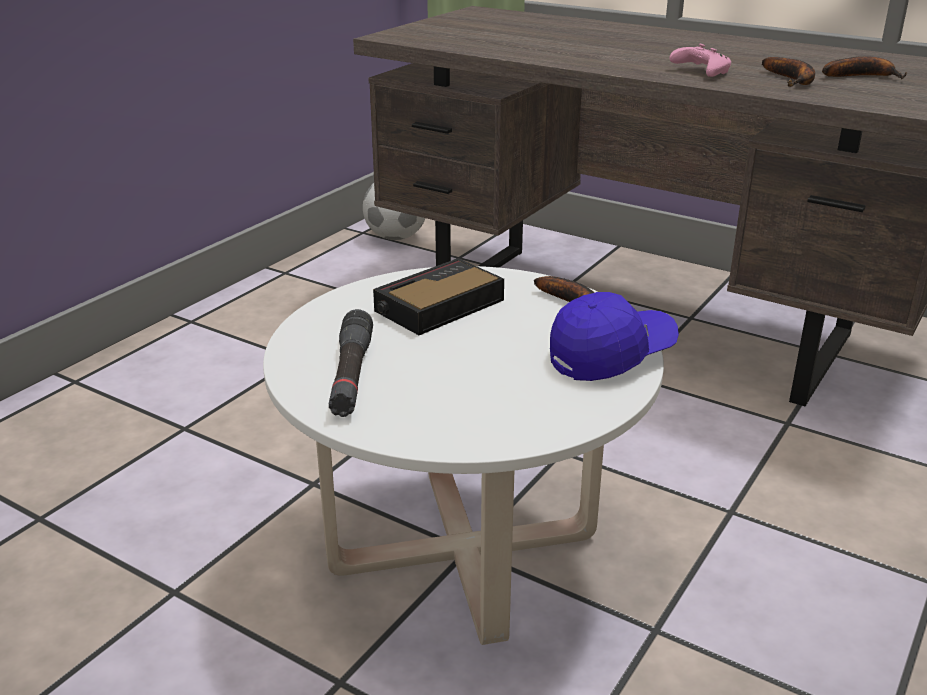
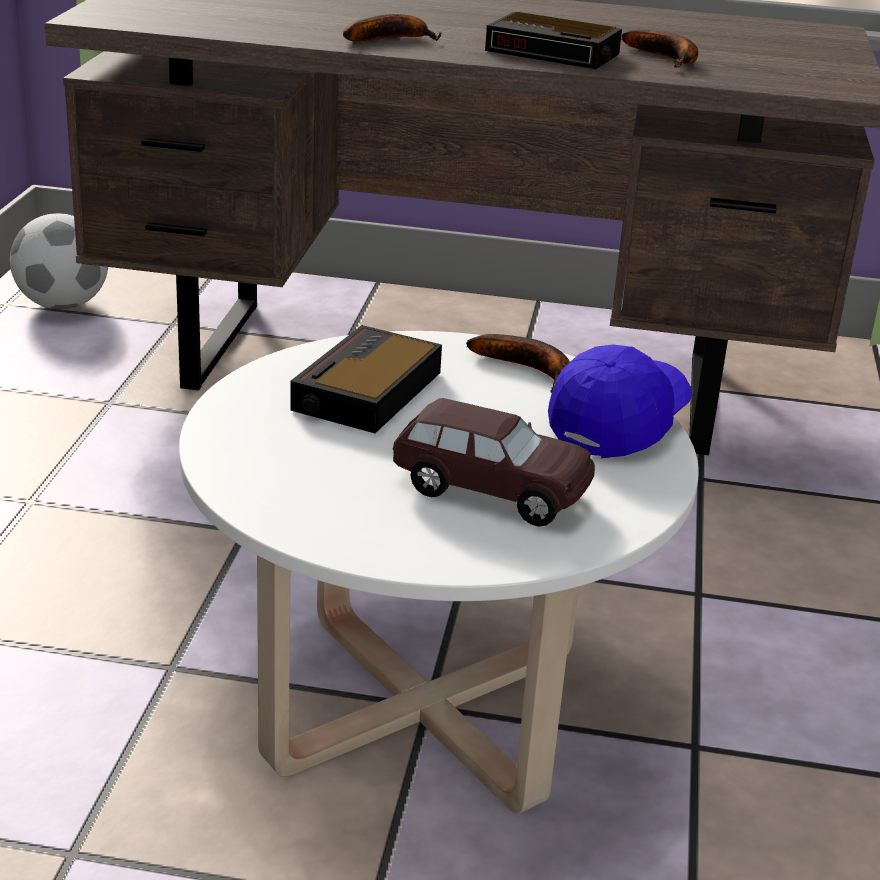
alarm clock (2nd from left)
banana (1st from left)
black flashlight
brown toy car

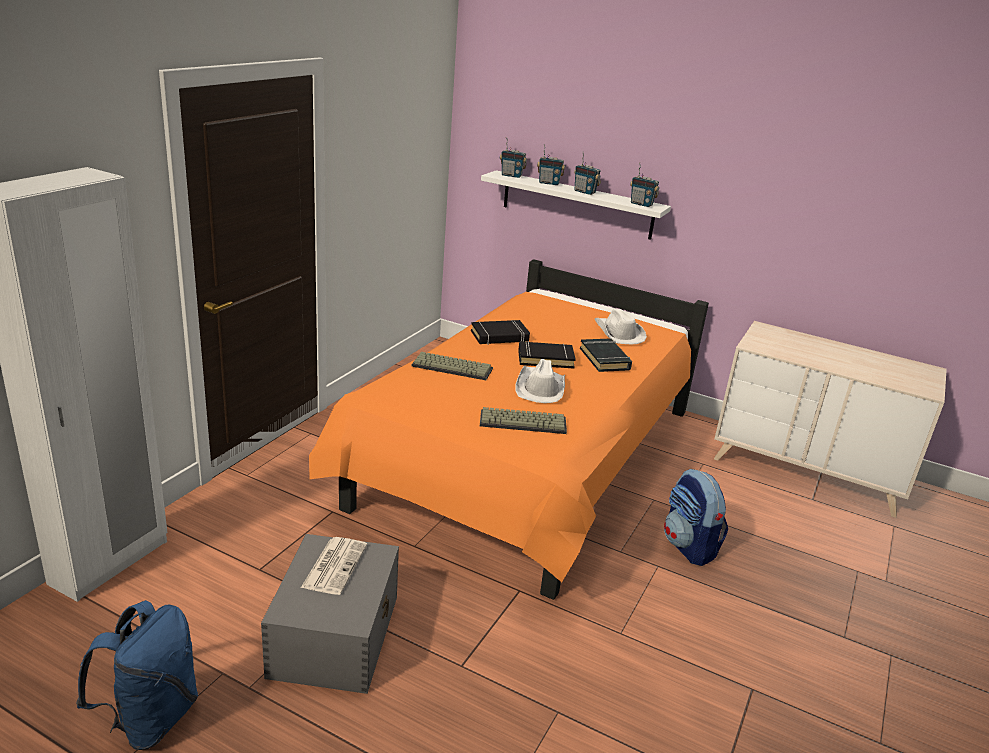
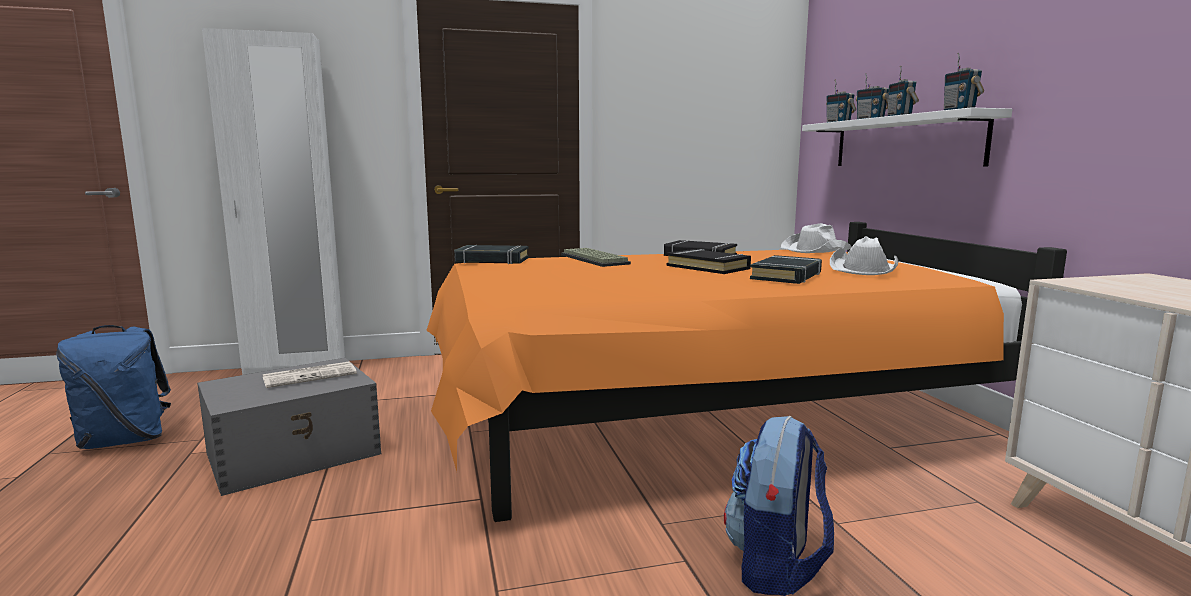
white hat (1st from left)
keyboard (2nd from left in the first image)
black book (1st from left)

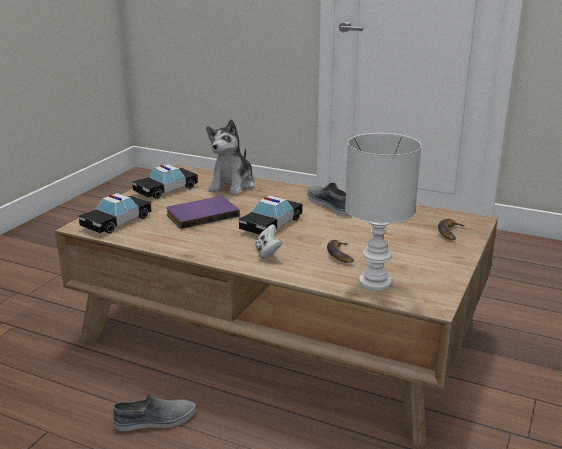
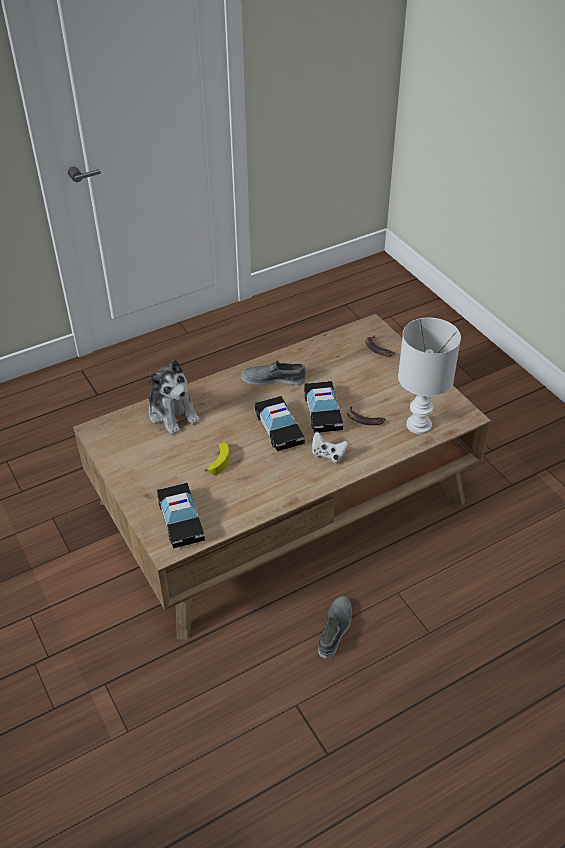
toy car (3rd from left)
banana (1st from left)

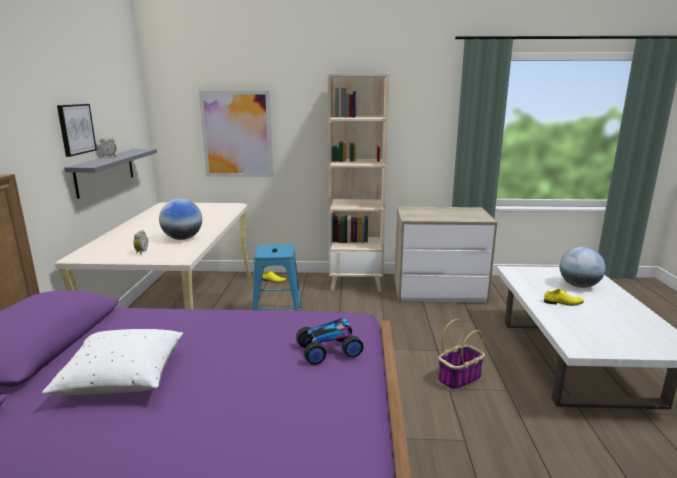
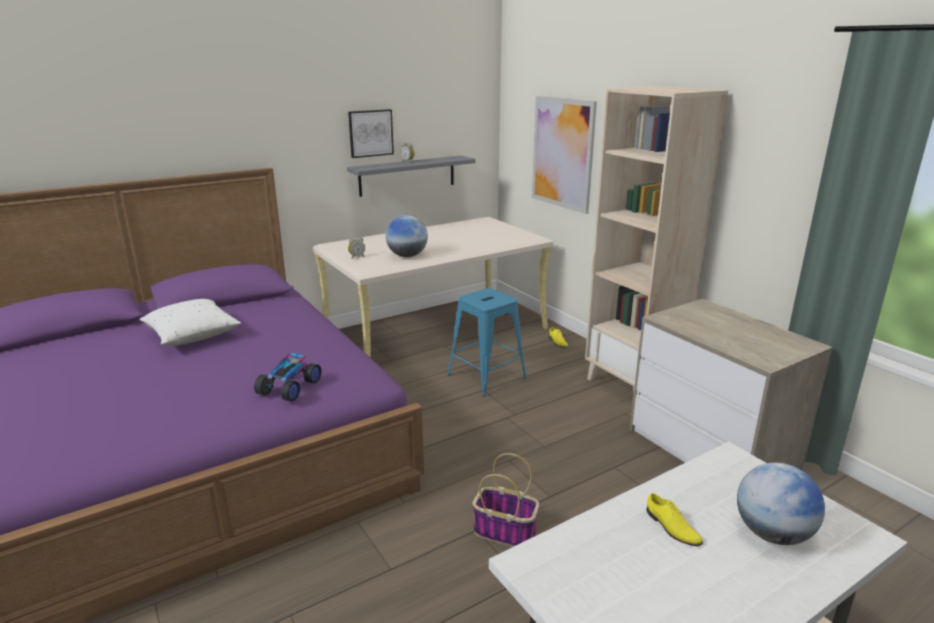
toy car

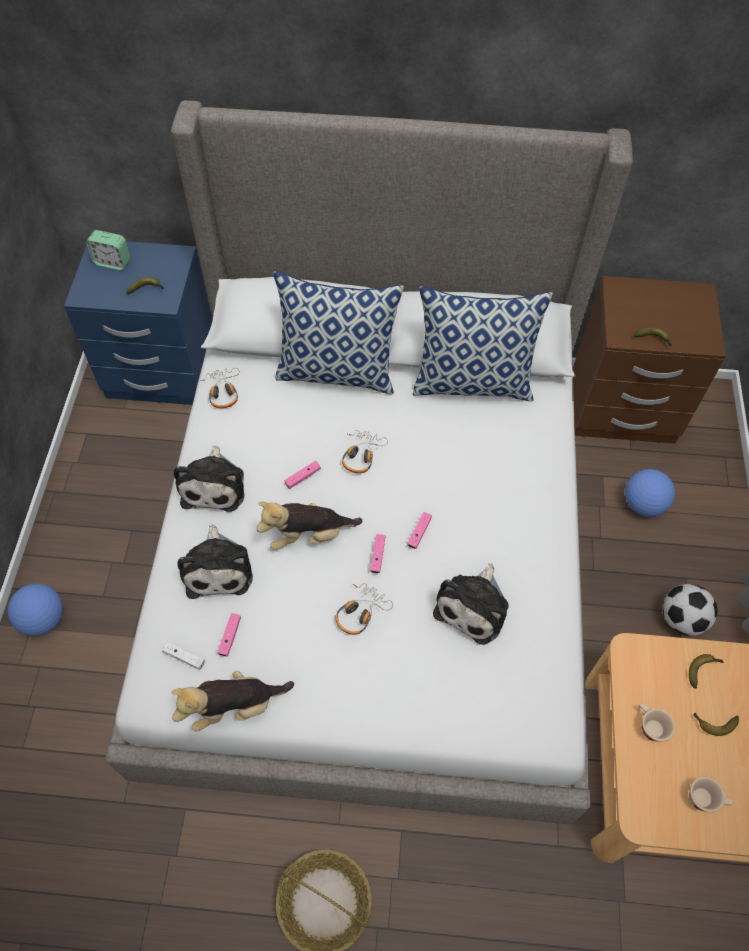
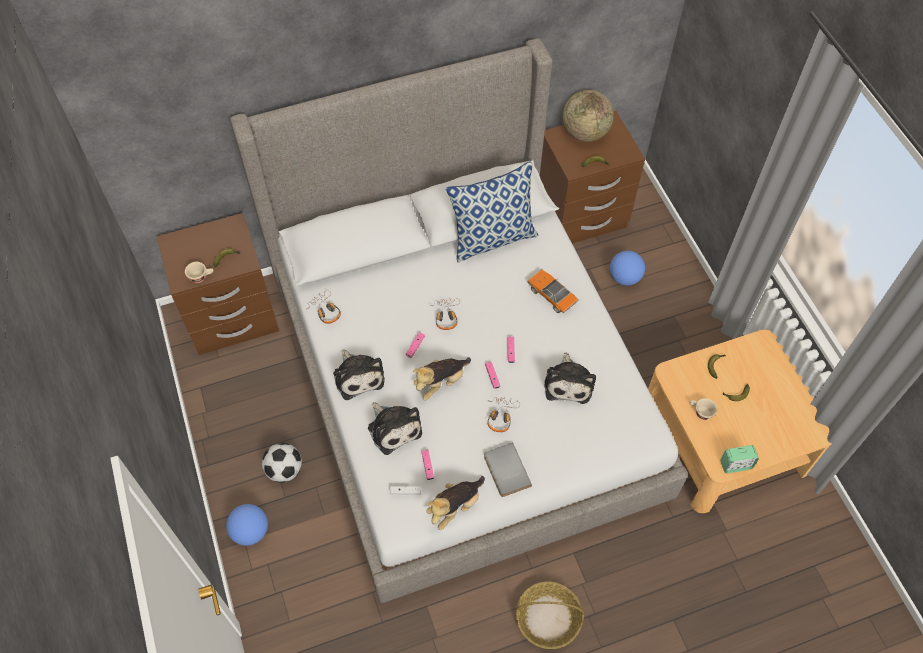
alarm clock
brown nightstand (1st from left)
pillow (1st from left in the first image)
football (2nd from left)
beige cup (1st from left)
globe
toy car
grey book

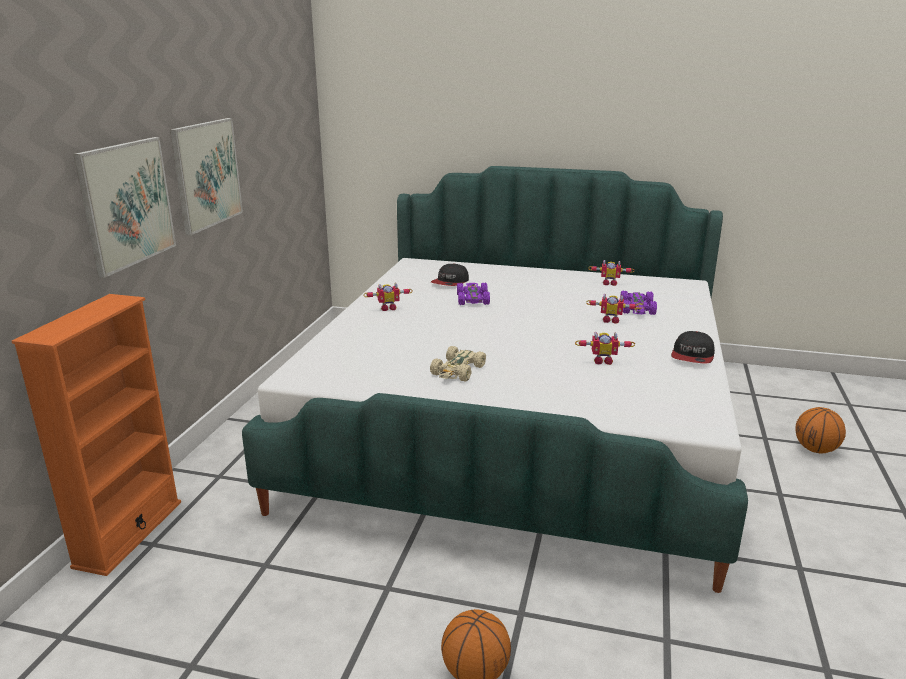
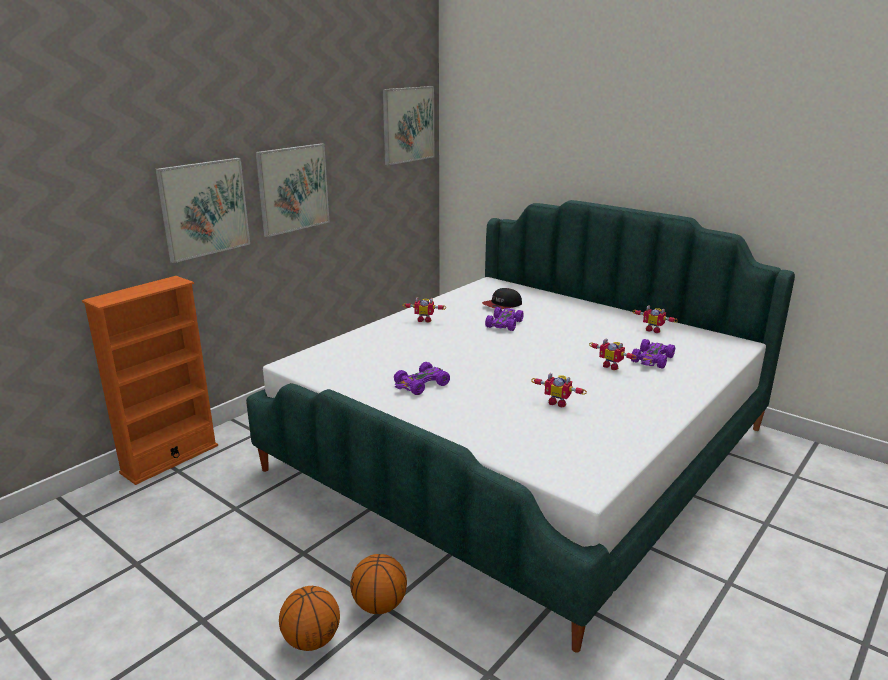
cap (2nd from left in the first image)
purple toy car (1st from left)
basketball (2nd from left)
picture (3rd from left)

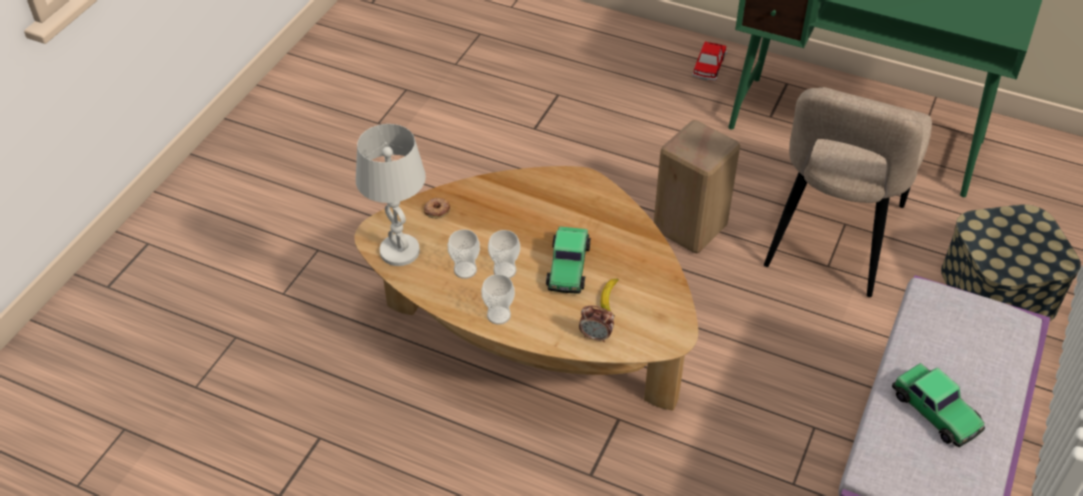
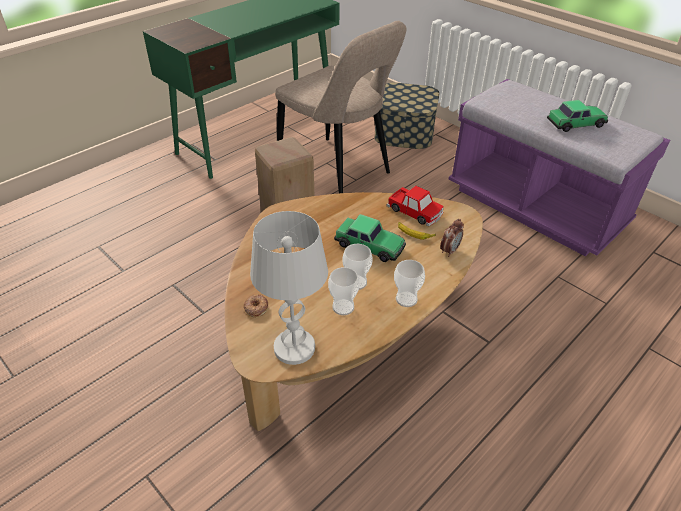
toy car (2nd from left)

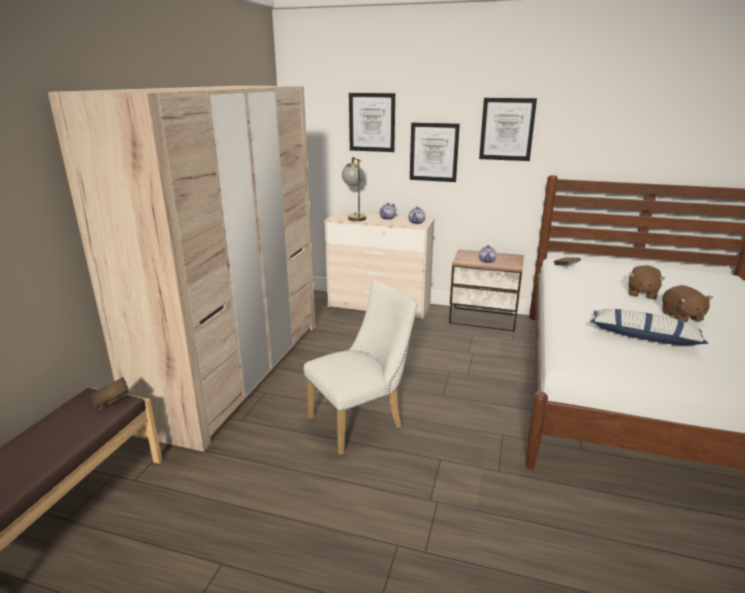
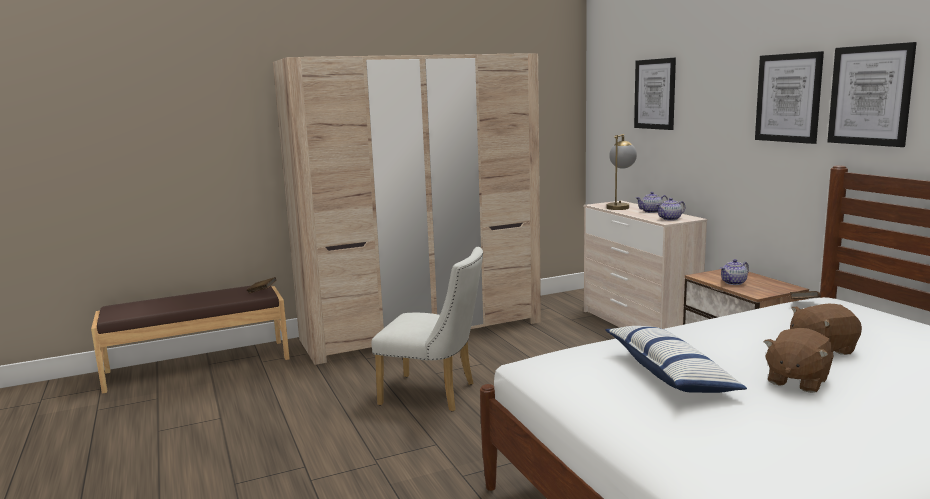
picture (3rd from left)

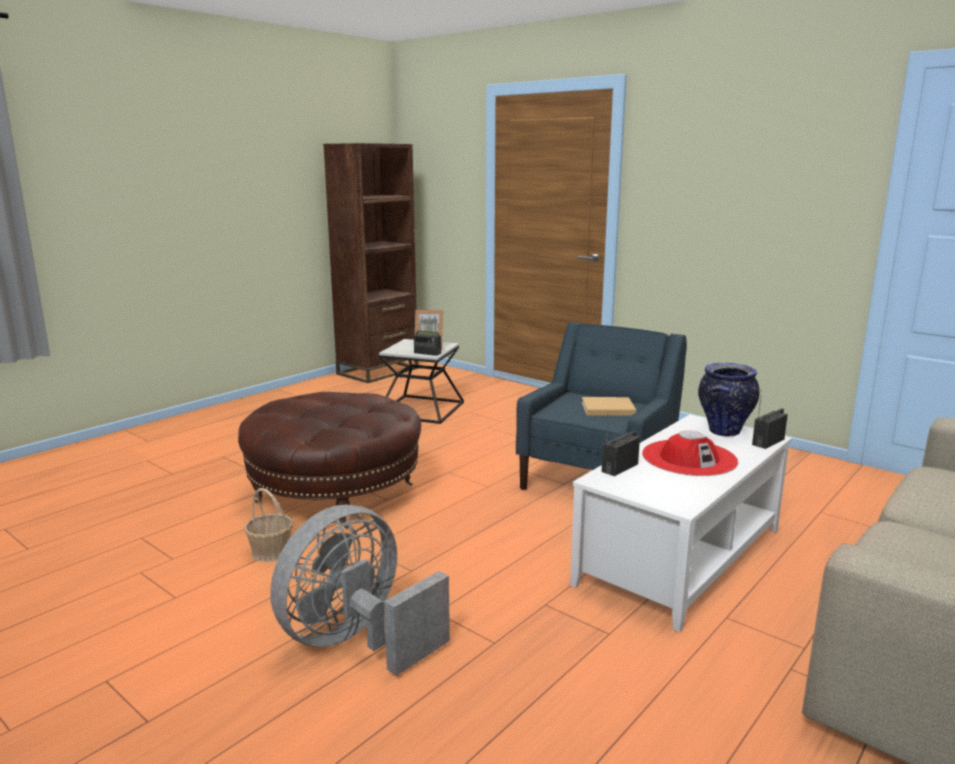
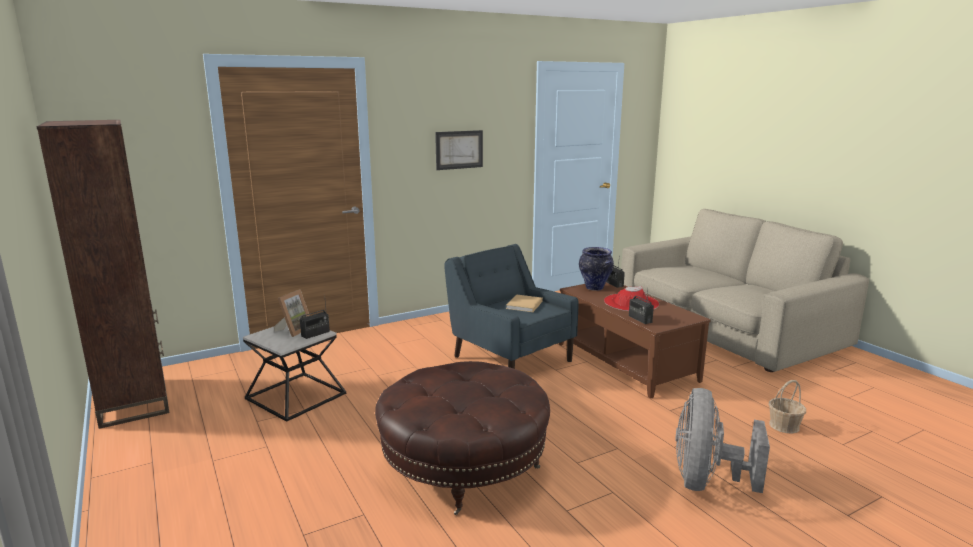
brown coffee table
basket
grey fan
picture

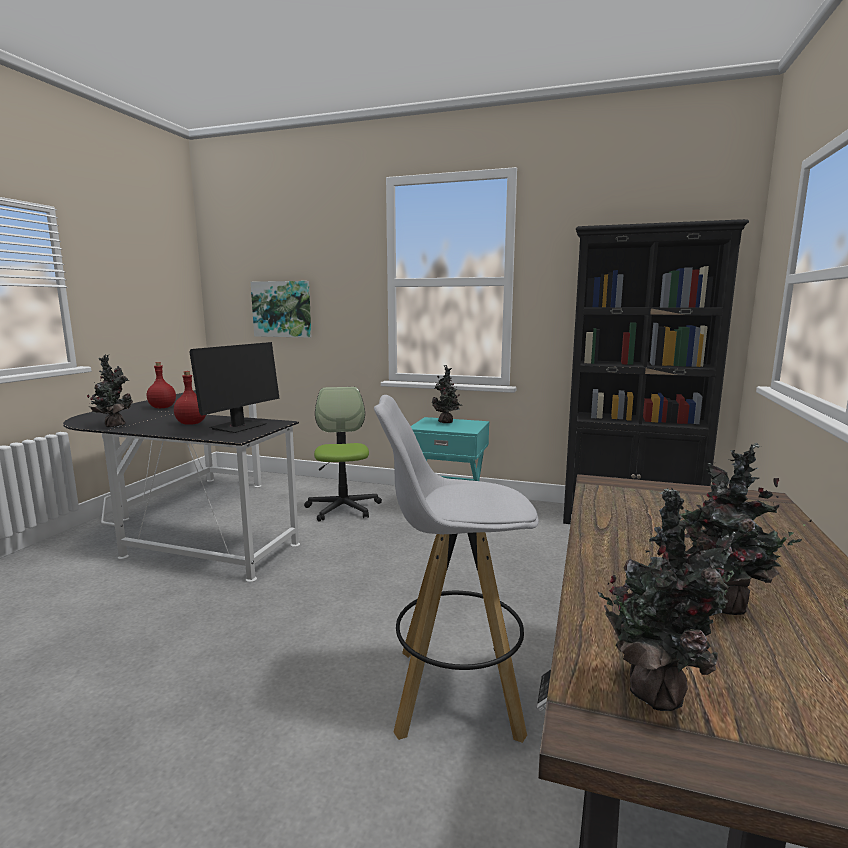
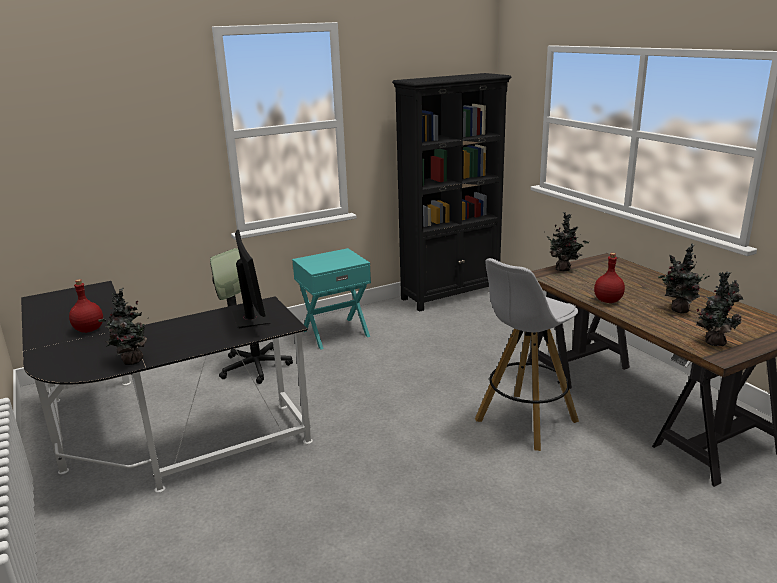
picture
potted plant (2nd from left)
red bottle (2nd from left)

